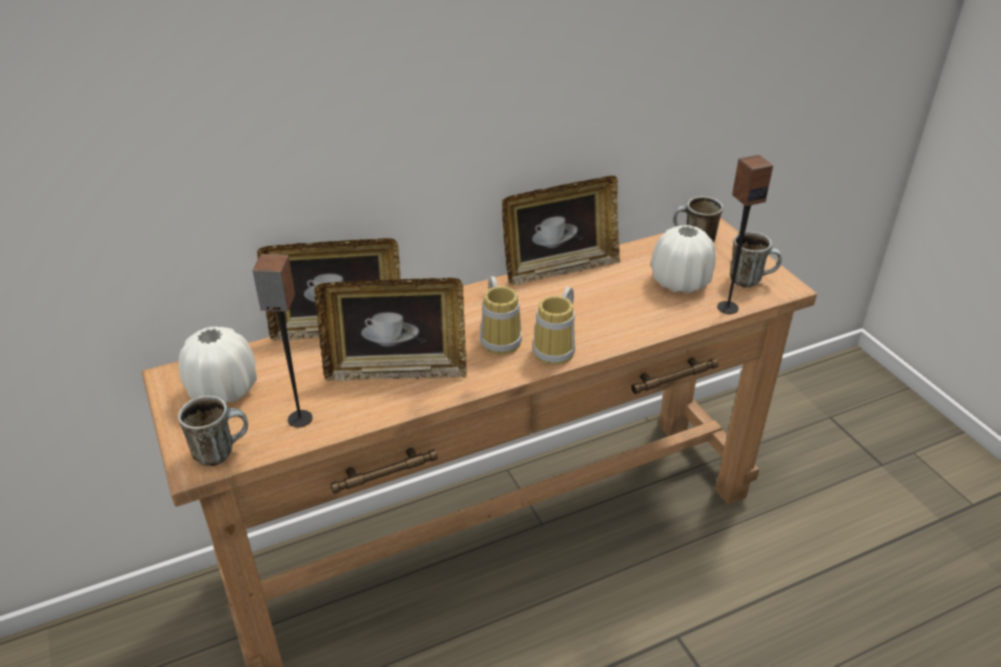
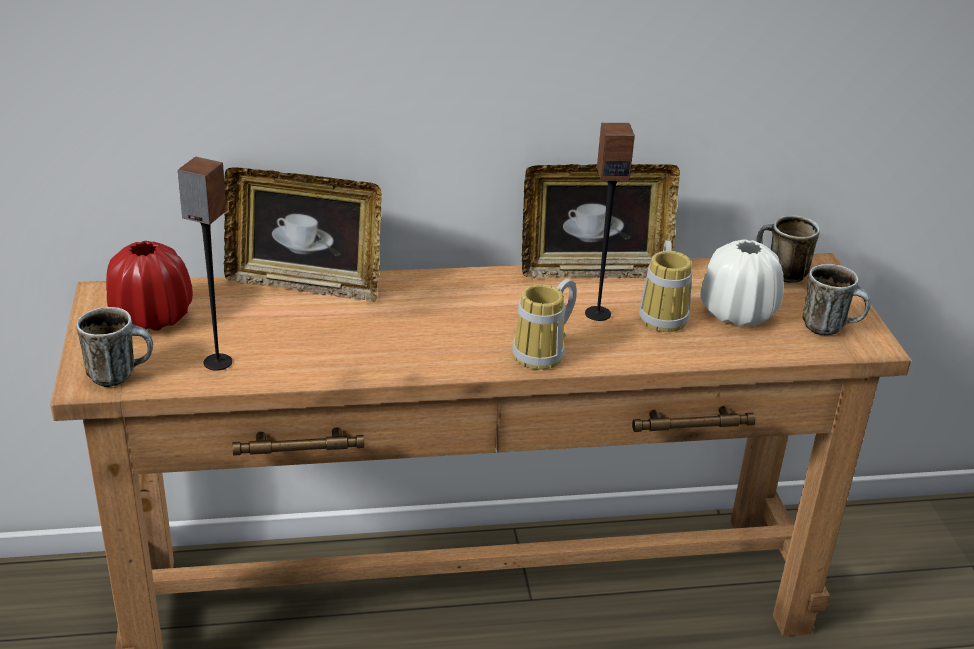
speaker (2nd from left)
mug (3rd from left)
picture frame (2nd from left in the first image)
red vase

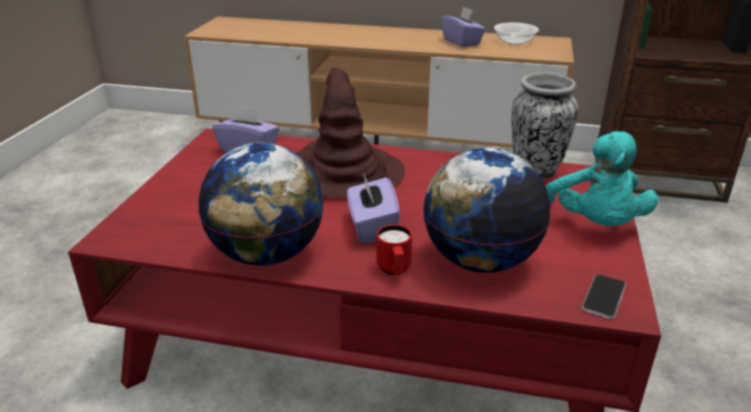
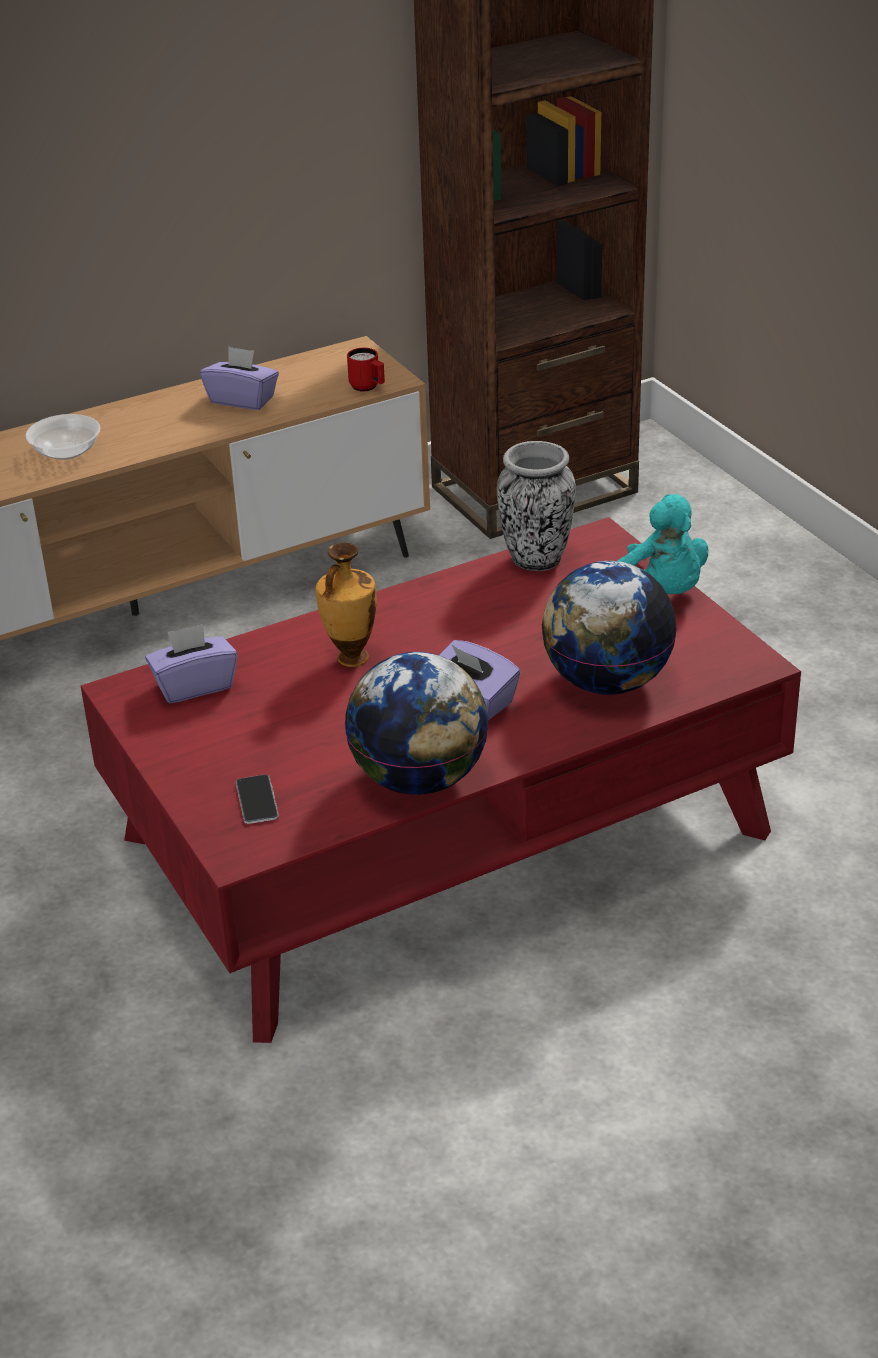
bowl
vase (1st from left)
red mug
phone

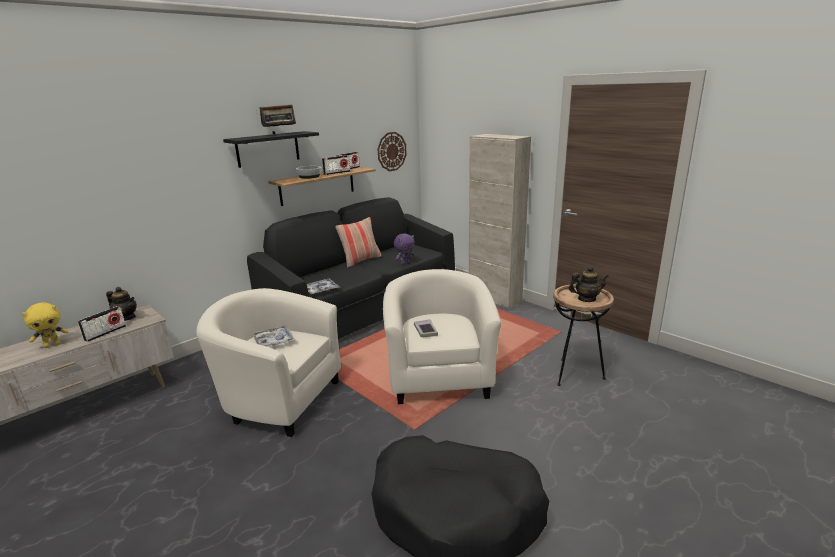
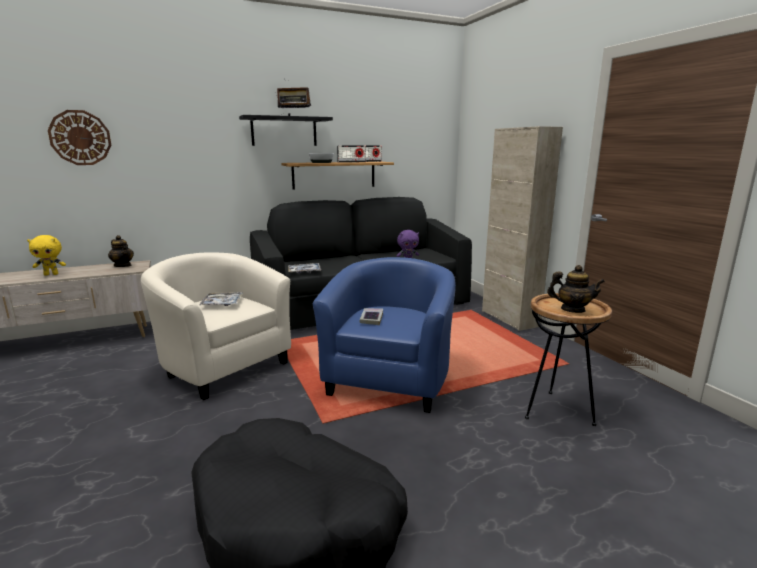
wall clock
pillow
blue armchair
radio (1st from left in the first image)

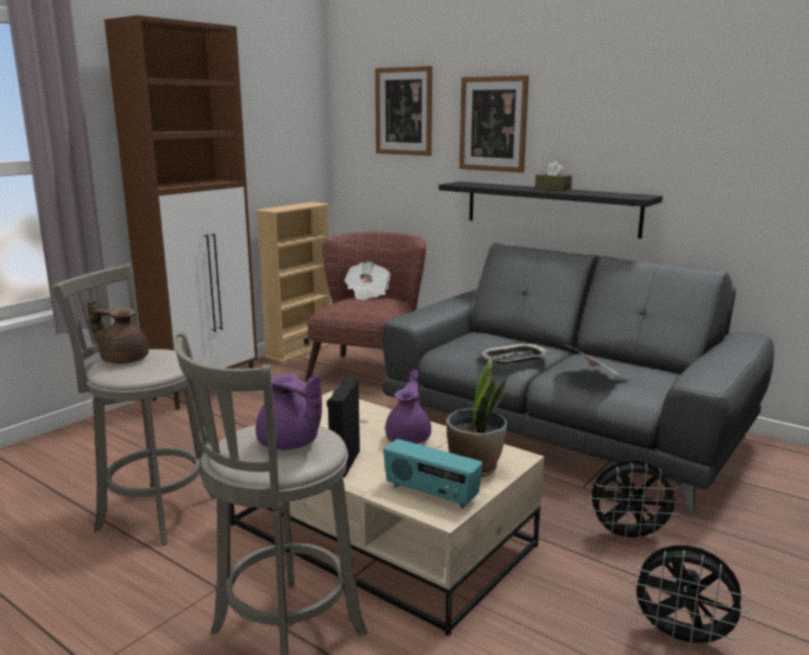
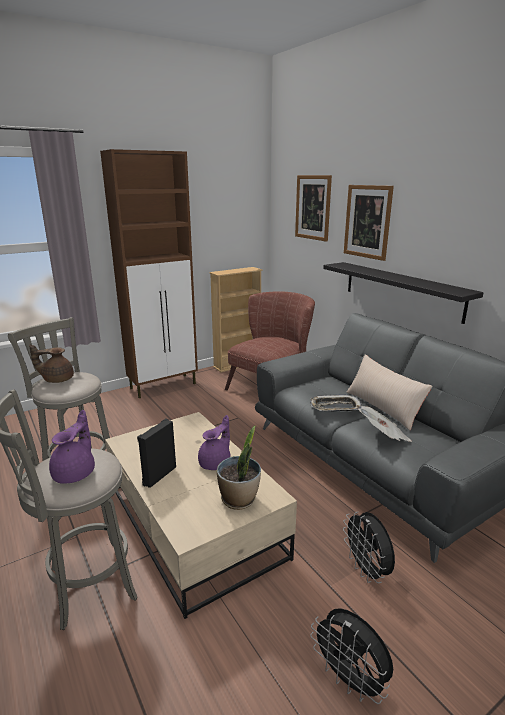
brown tissue box
newspaper (1st from left in the first image)
brown teapot
purple teapot (1st from left)
radio
black fan (2nd from left)
beige pillow

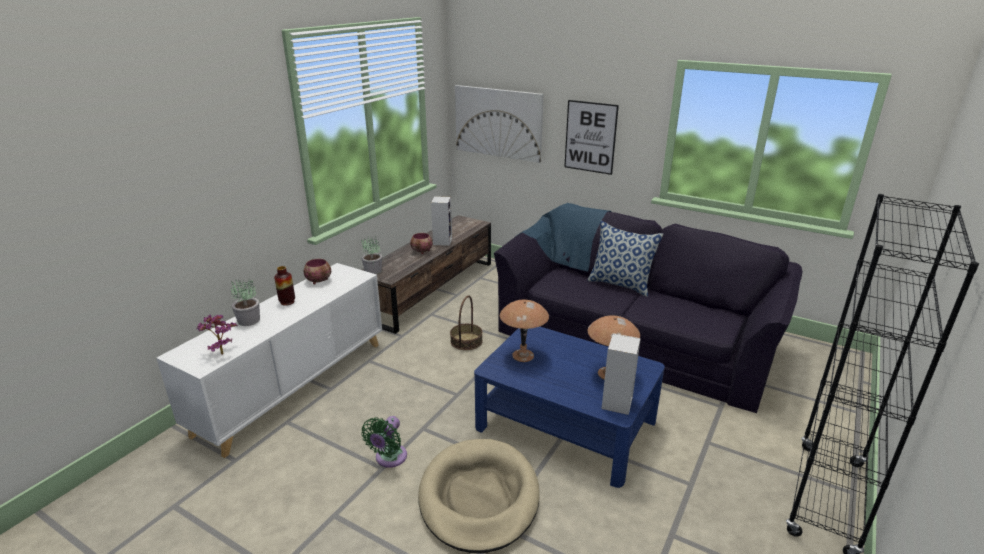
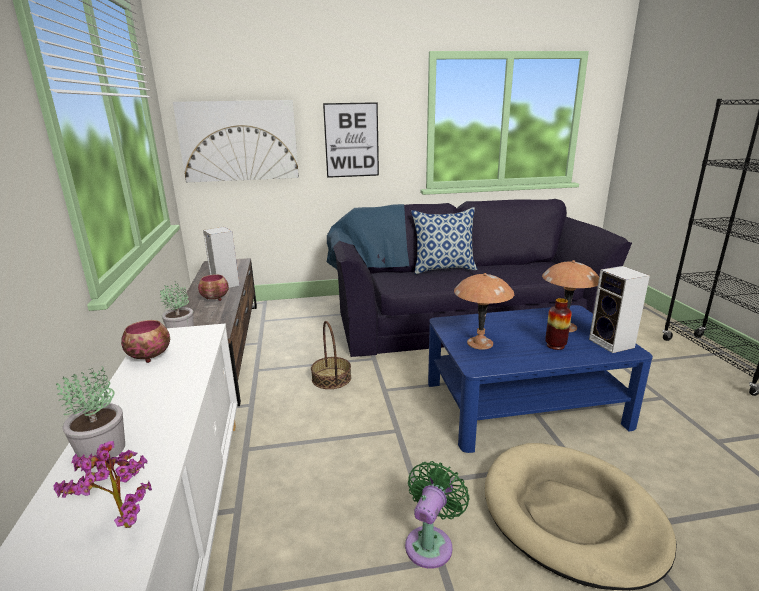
vase
green fan

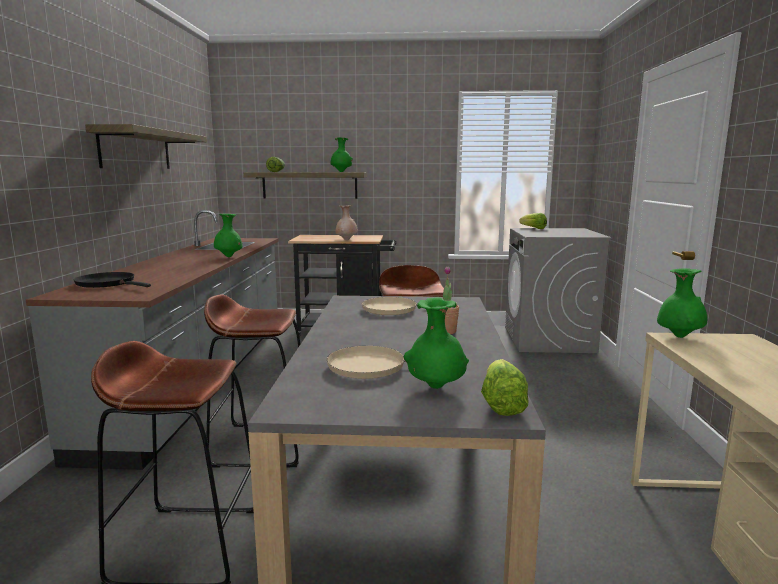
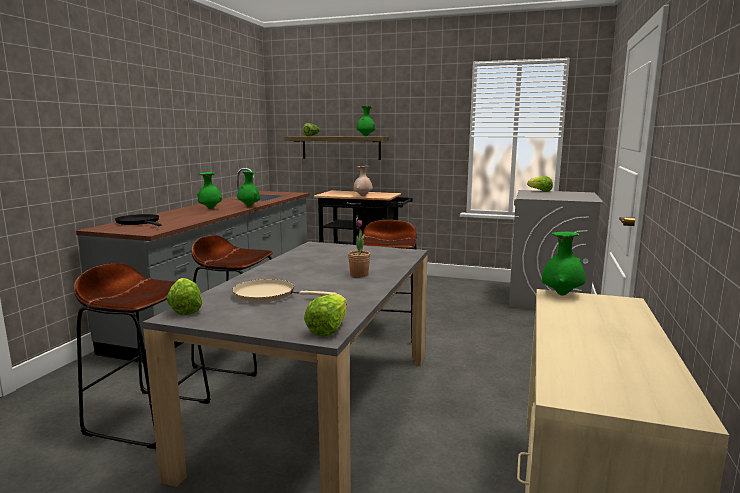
shelf (1st from left in the first image)
beige frying pan (2nd from left in the first image)
green vase (1st from left)
lettuce (1st from left)

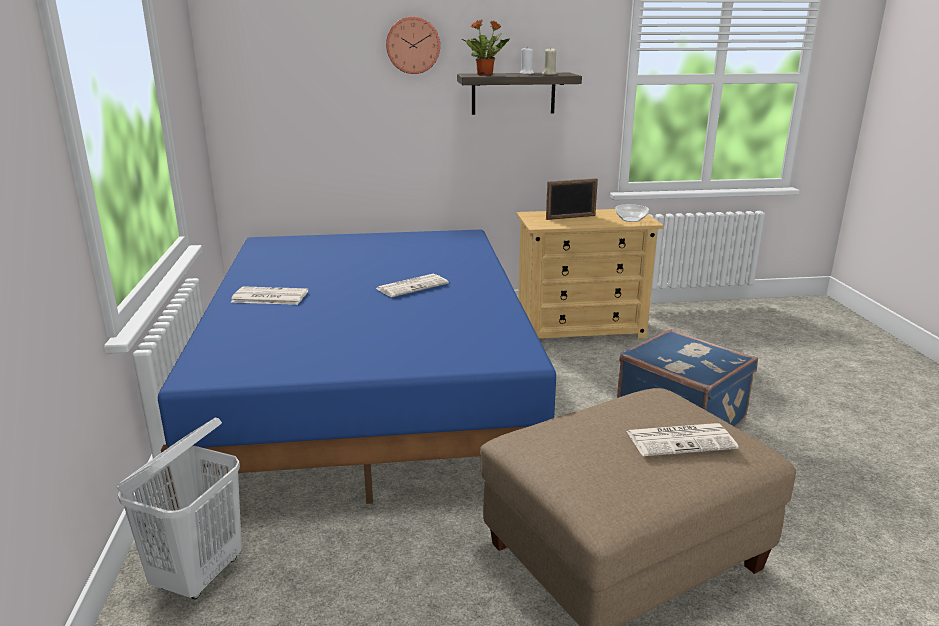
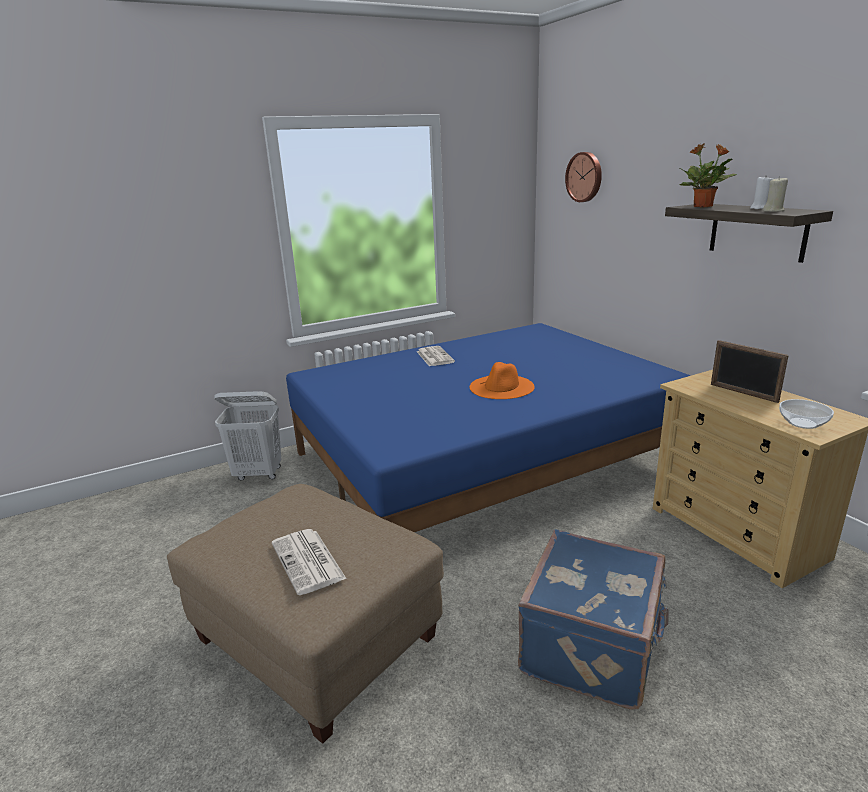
wall clock
orange hat

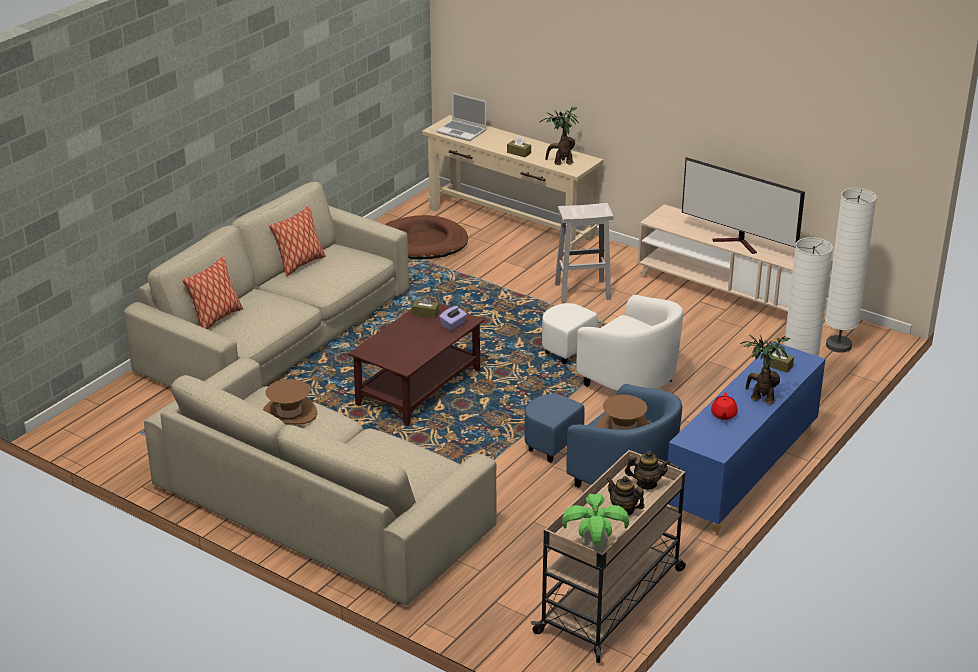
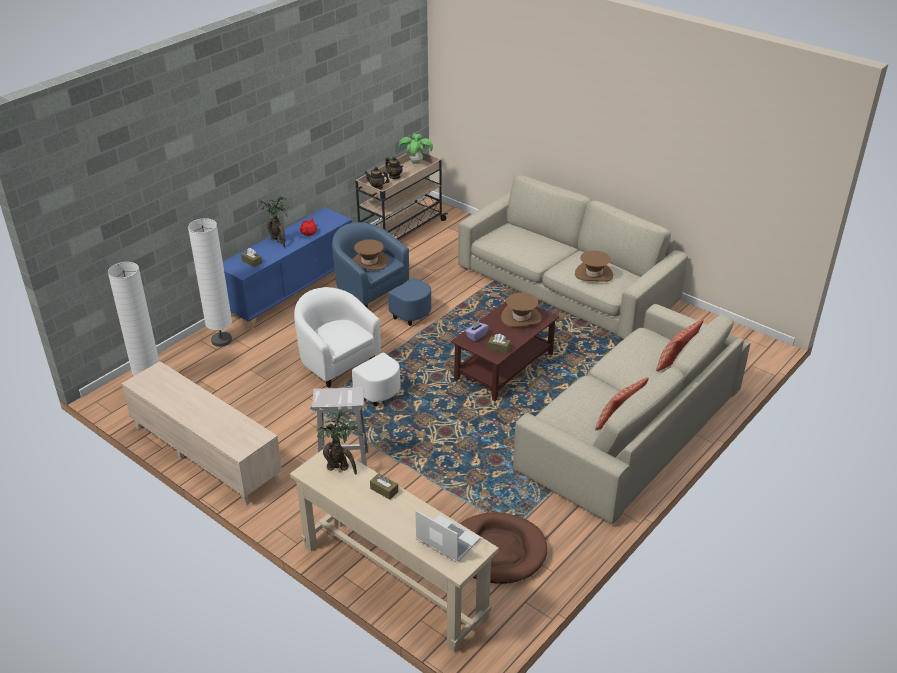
television
brown hat (2nd from left)

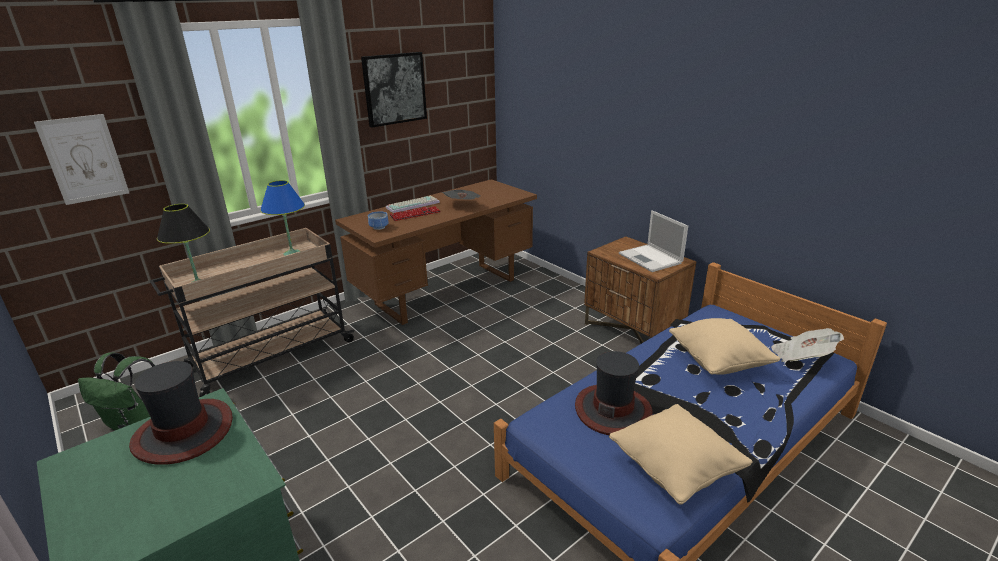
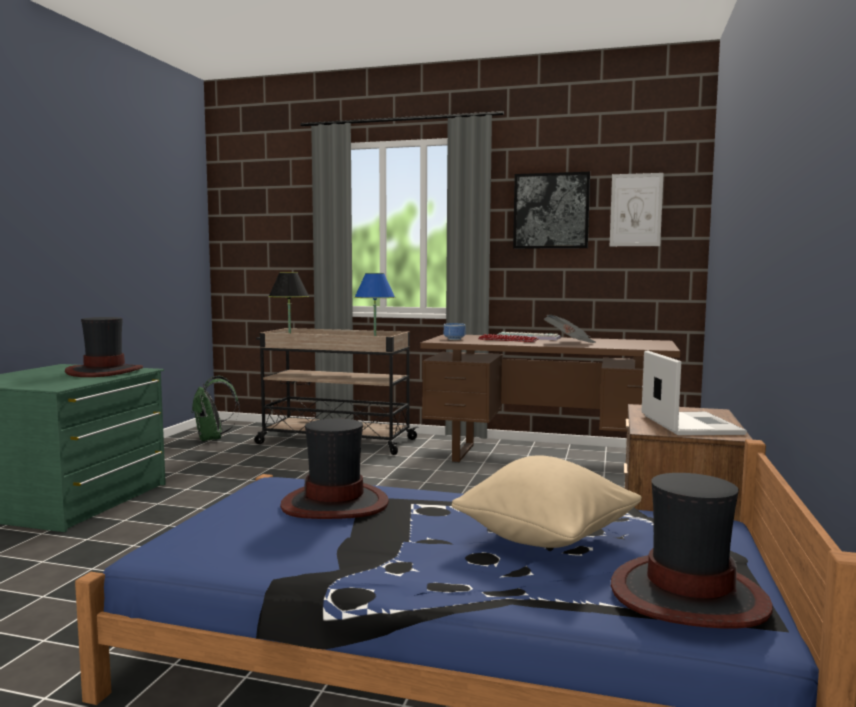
picture (2nd from left)
laptop
hat (3rd from left)
beige pillow (1st from left in the first image)

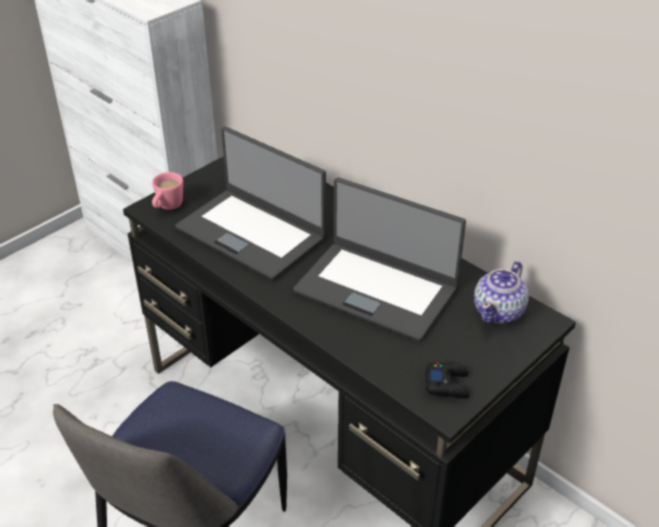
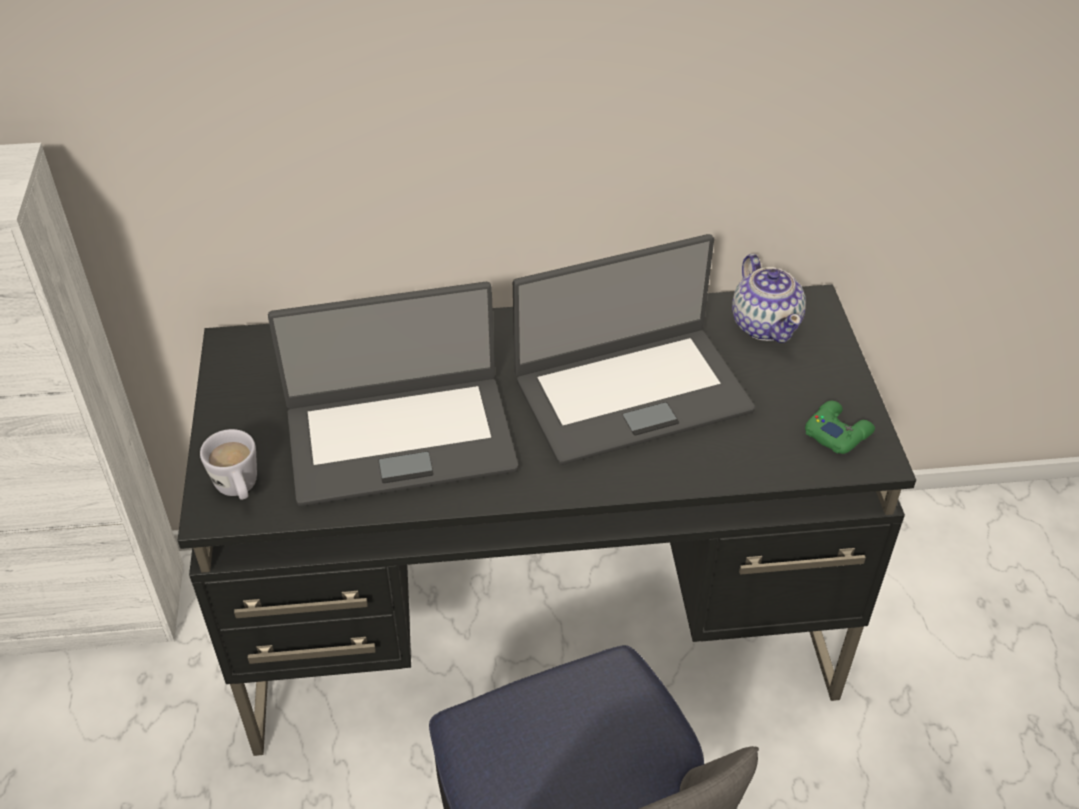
white mug
green game controller

